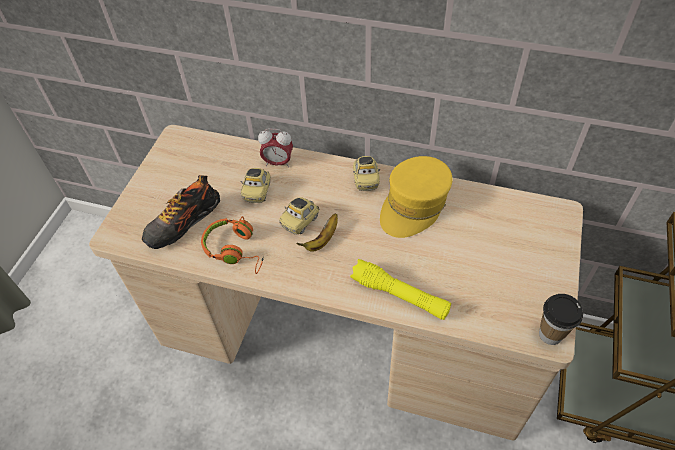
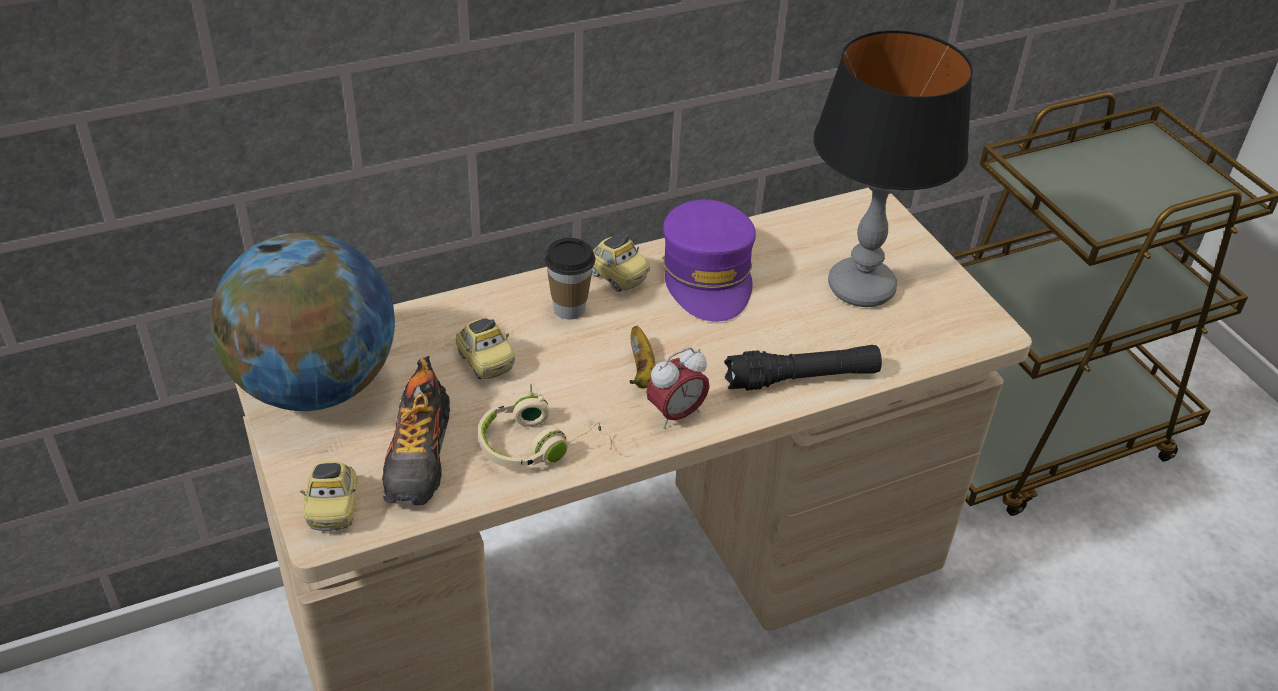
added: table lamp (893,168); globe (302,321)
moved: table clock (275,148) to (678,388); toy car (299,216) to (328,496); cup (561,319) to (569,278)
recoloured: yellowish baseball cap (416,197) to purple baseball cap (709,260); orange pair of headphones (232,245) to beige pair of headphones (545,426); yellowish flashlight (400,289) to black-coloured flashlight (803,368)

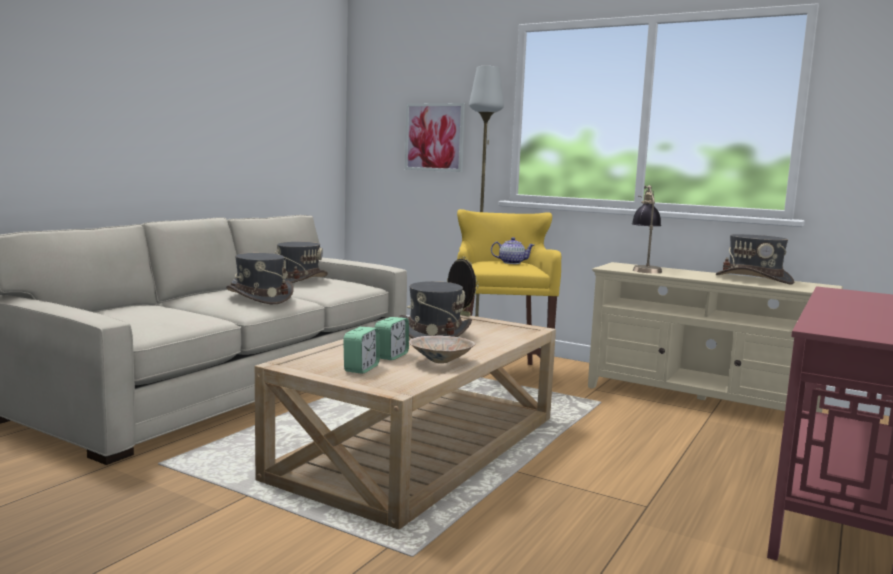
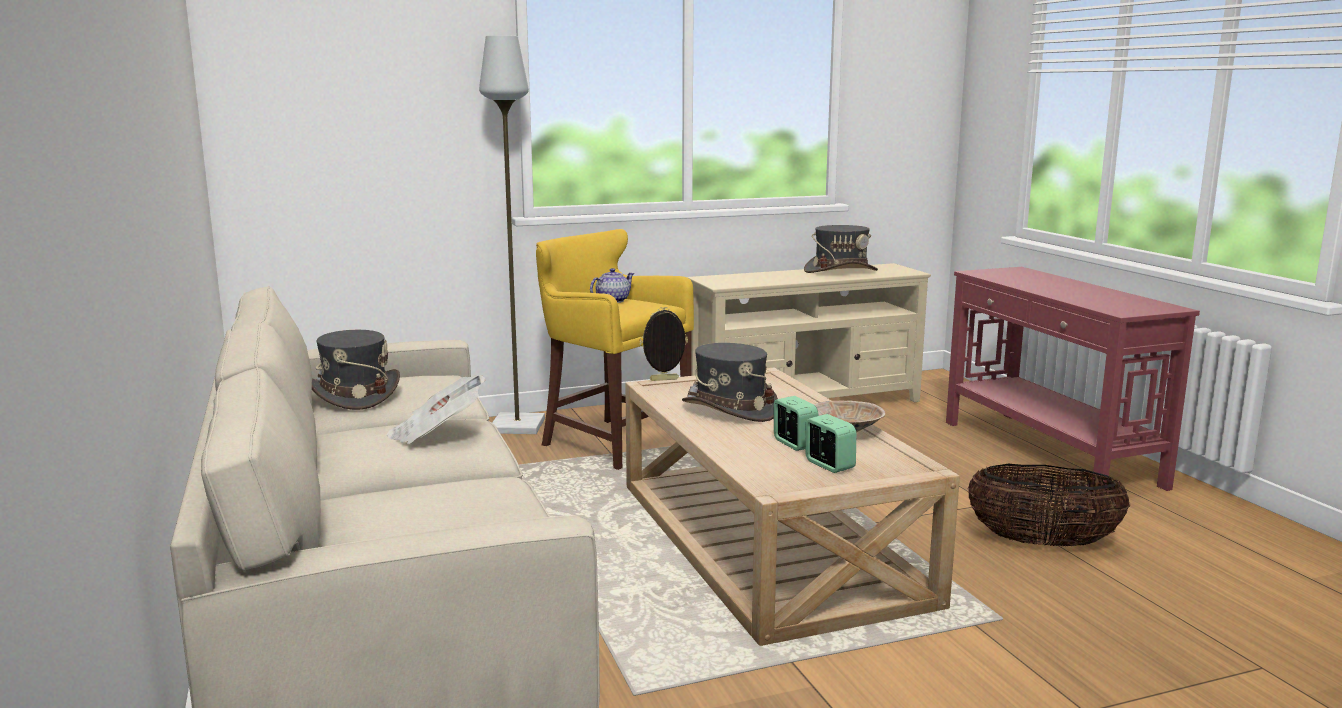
removed: picture (435,137); table lamp (647,229)
added: storage basket (1048,505)
replaced: greyish wearable hat (260,278) to printed paper (436,409)

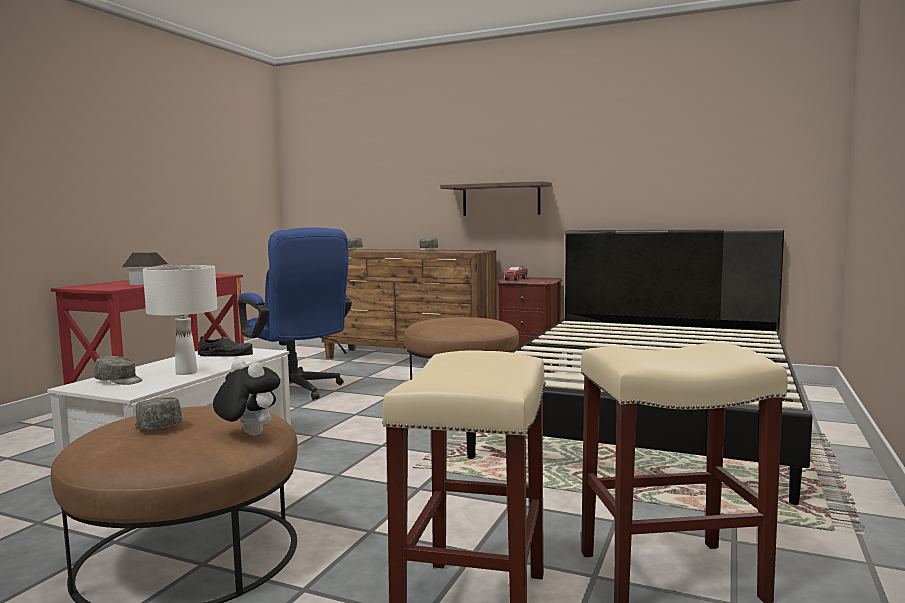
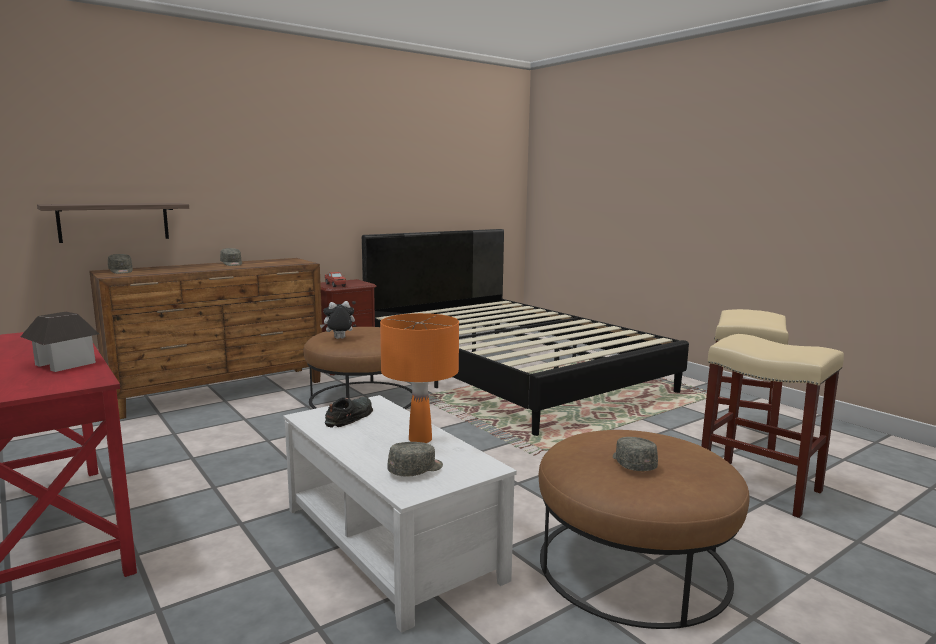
removed: blue-coloured desk chair (295,313)
moved: wall shelf (496,198) to (113,223); soft toy (246,397) to (337,320)
recoloured: whitish table lamp (180,320) to orange table lamp (419,378)
turned: greyish baseball cap (159,413) = (635,454) 90 degrees clockwise

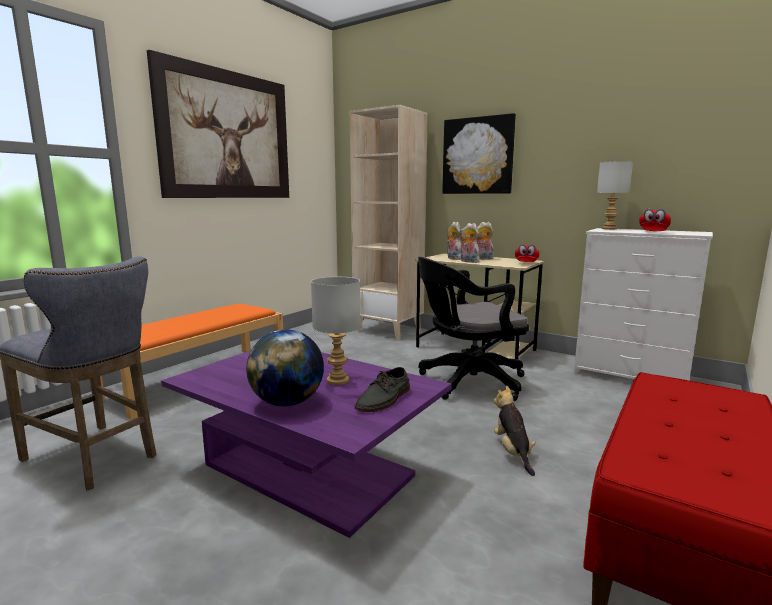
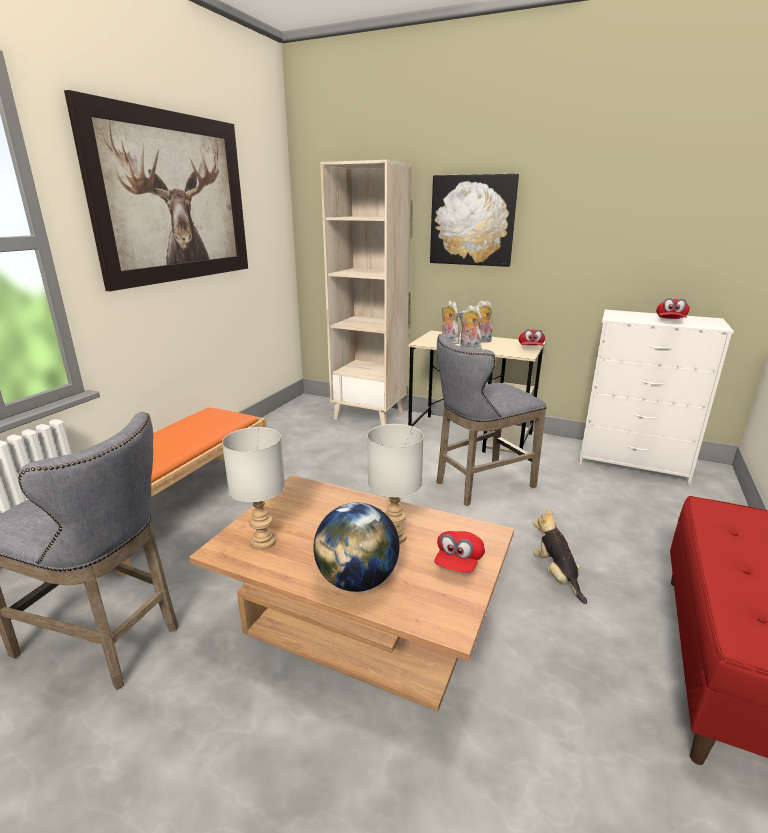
moved: greyish table lamp (615,195) to (253,488)
replaced: black-coloured desk chair (473,329) to greyish stool (492,419); greyish item of footwear (382,389) to reddish baseball cap (459,552)
recoloured: purple low table (306,444) to brown low table (351,593)

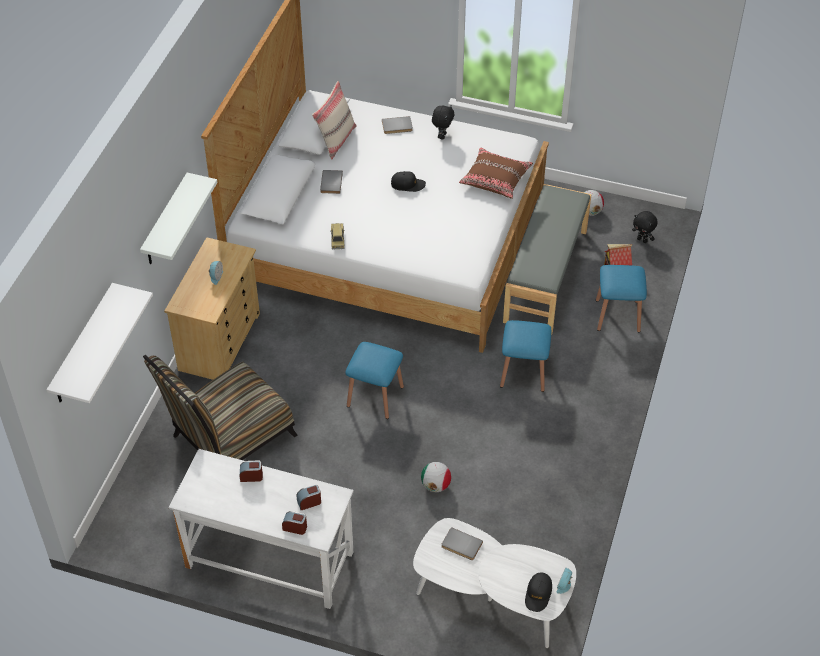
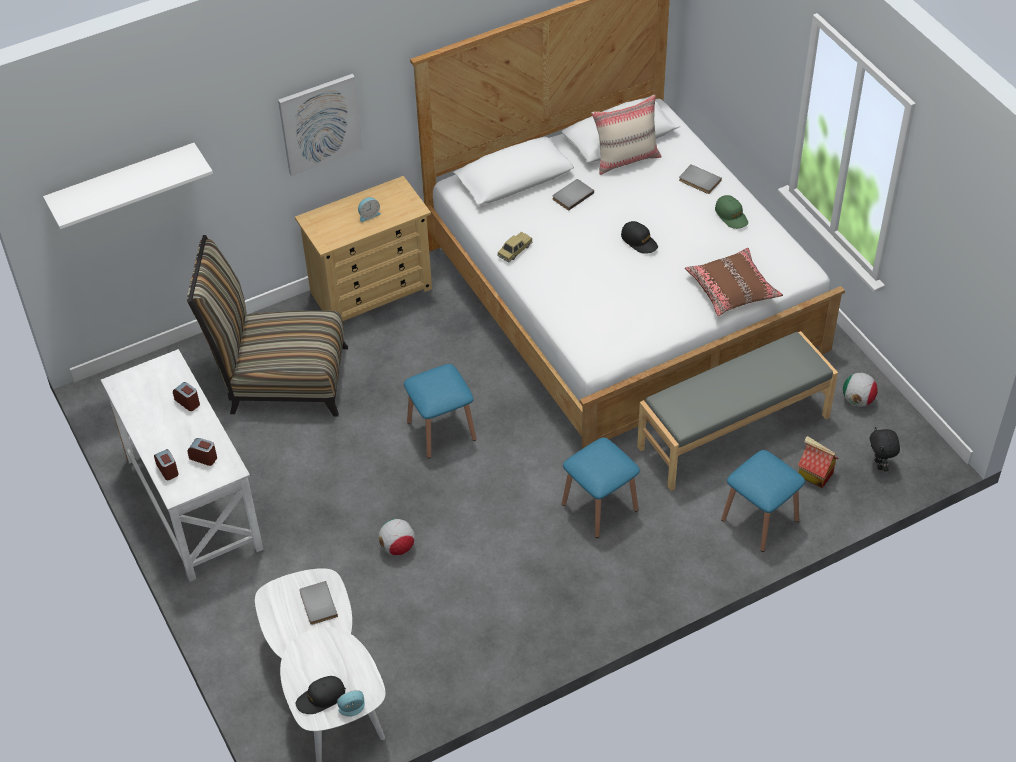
replaced: black-coloured soft toy (443,123) to green baseball cap (731,212); whitish wall shelf (178,218) to picture (320,125)

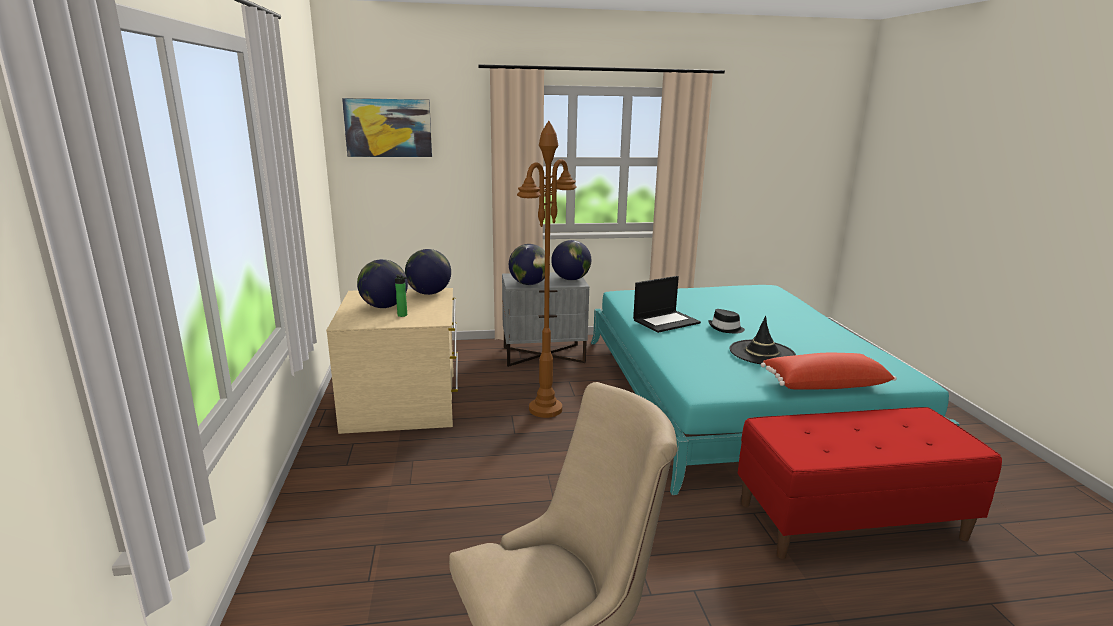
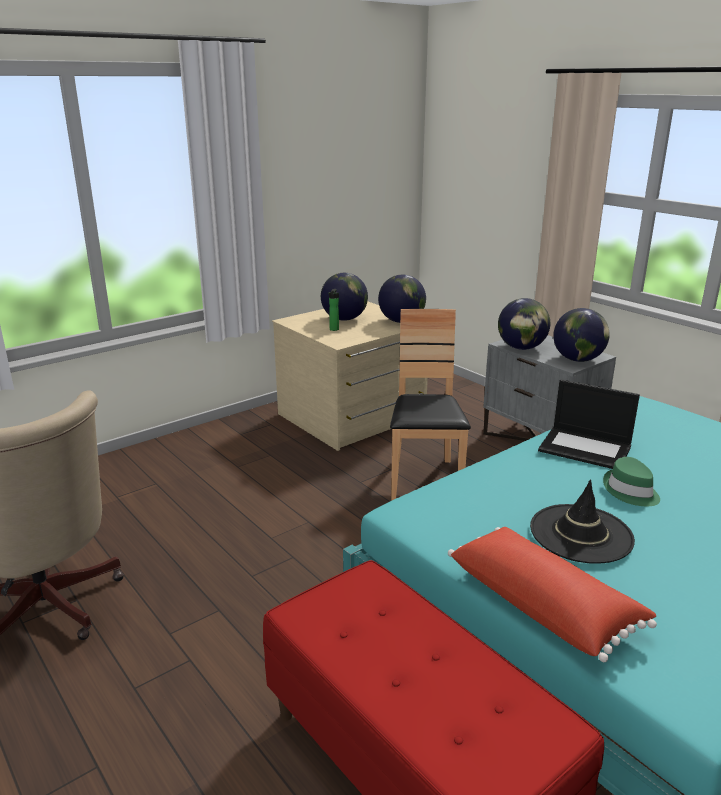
removed: picture (387,127)
replaced: brown floor lamp (547,269) to brown upright chair (430,405)
recoloured: black-coloured wearable hat (726,321) to green wearable hat (631,481)

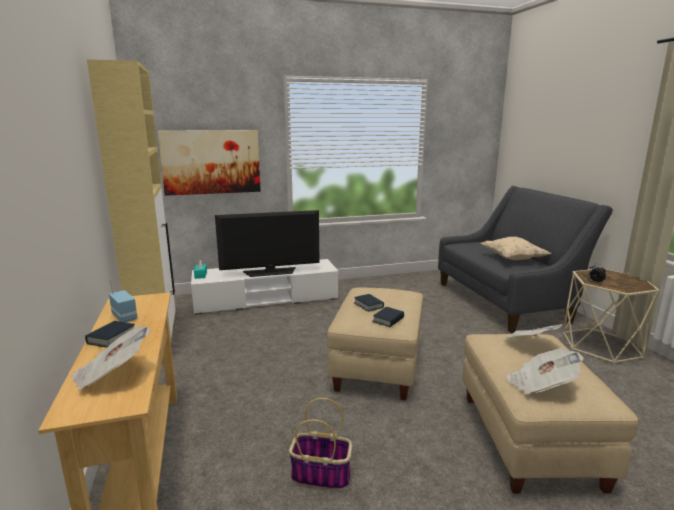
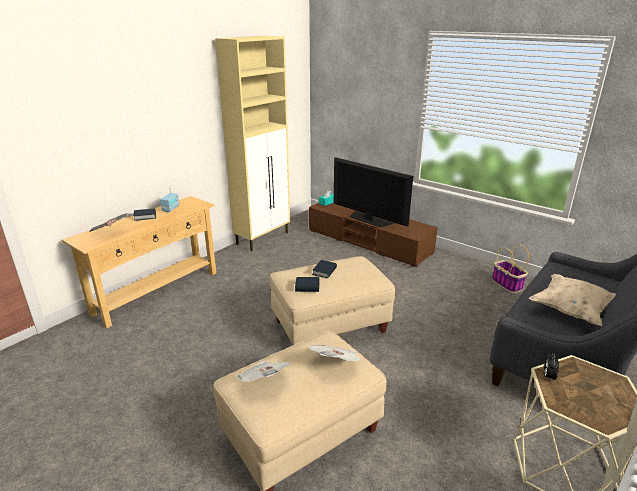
removed: picture (209,163)
moved: storage basket (320,444) to (510,268)
recoloured: whitish tv stand (264,287) to brown tv stand (373,235)

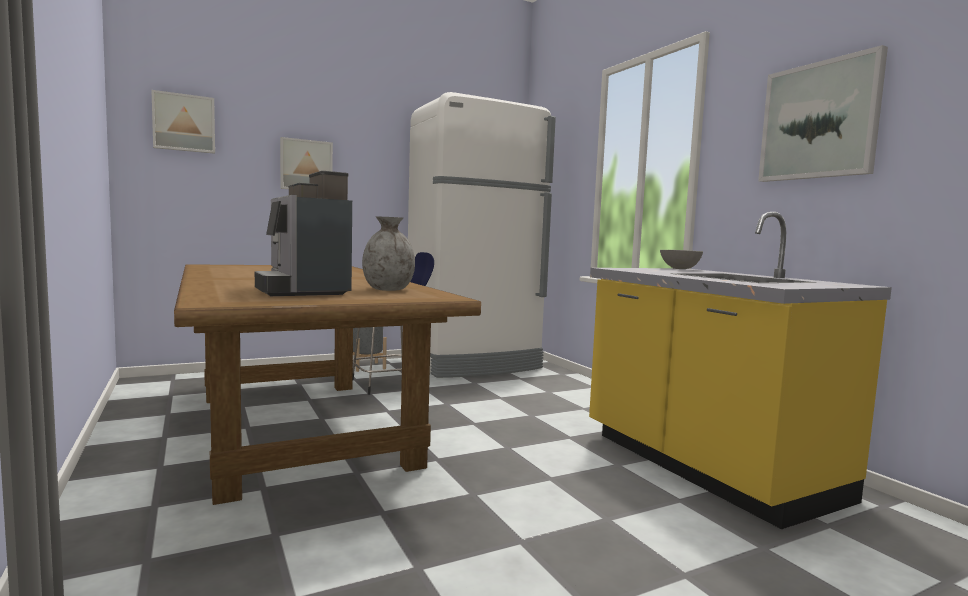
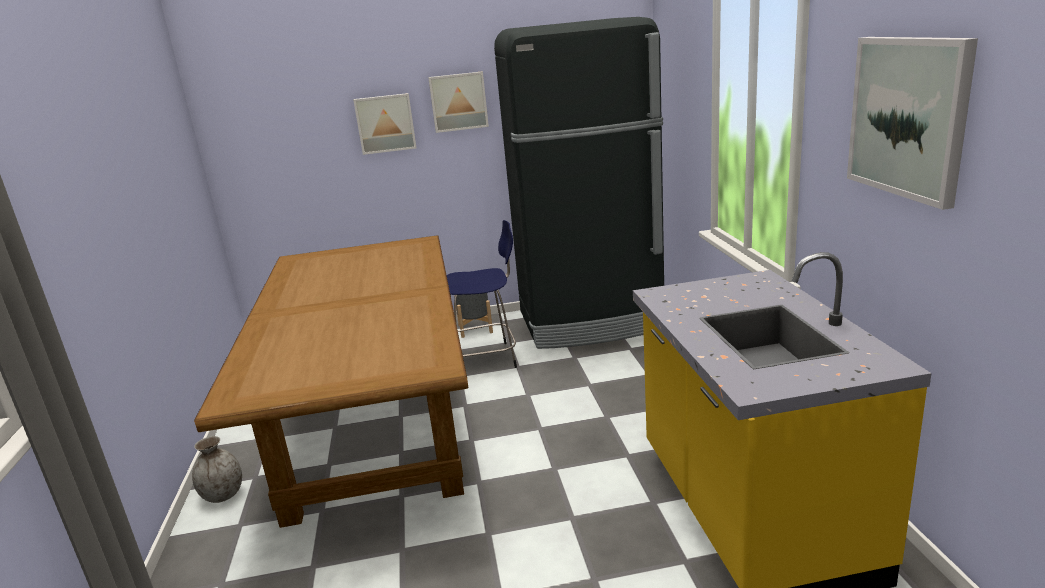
removed: coffee brewer (303,233); greyish bowl (681,259)
moved: picture (183,122) to (458,102); greyish vase (388,254) to (217,469)
recoloured: whitish kitchen fridge (482,235) to black-coloured kitchen fridge (579,183)

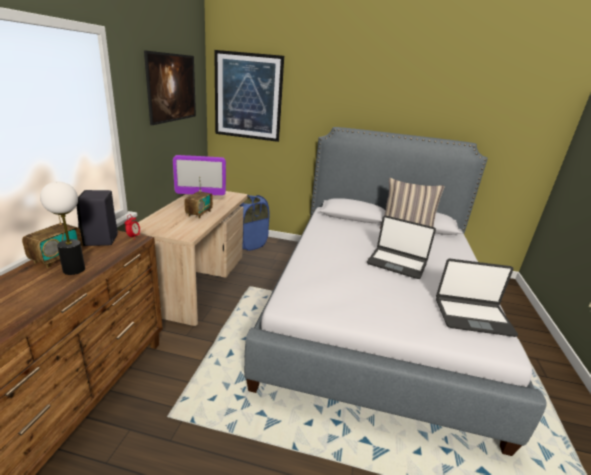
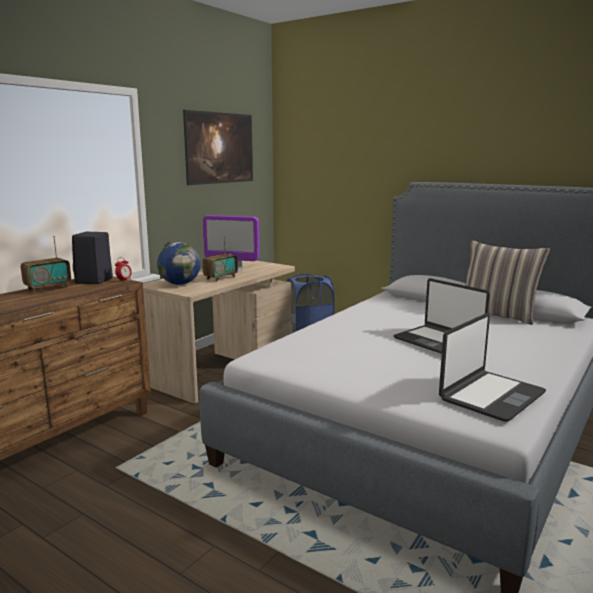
removed: picture (249,96); table lamp (62,228)
added: globe (179,263)
turned: portable computer (477,298) = (492,367) 75 degrees counterclockwise

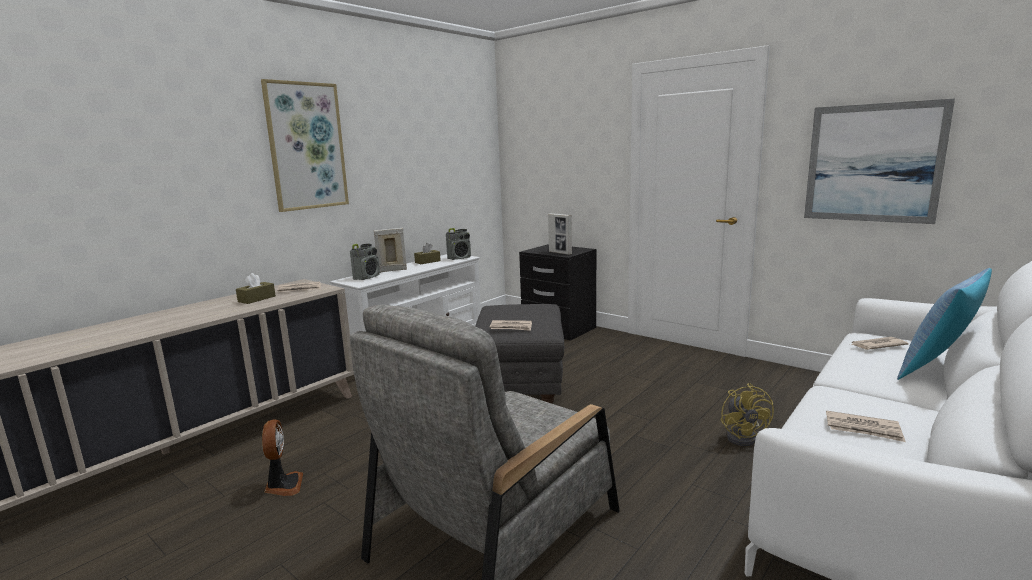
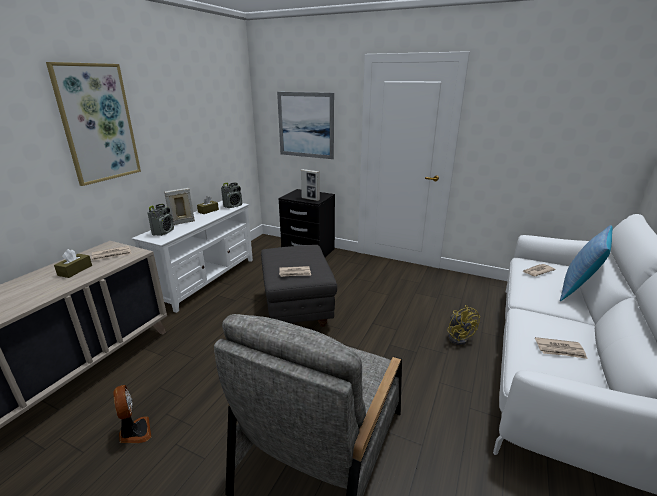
moved: picture (879,161) to (305,125)

